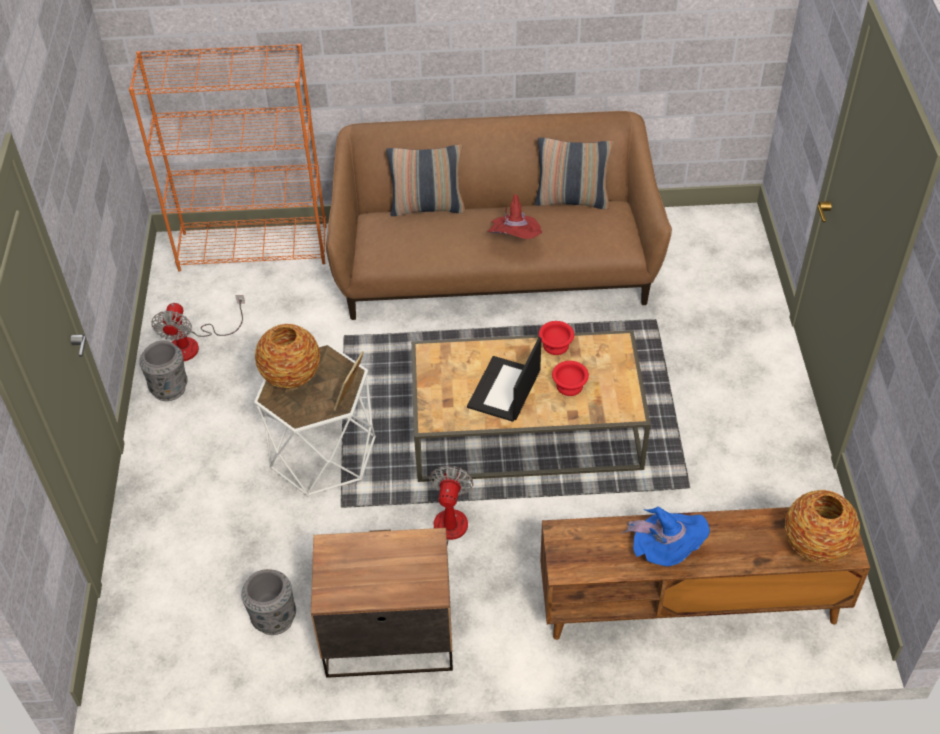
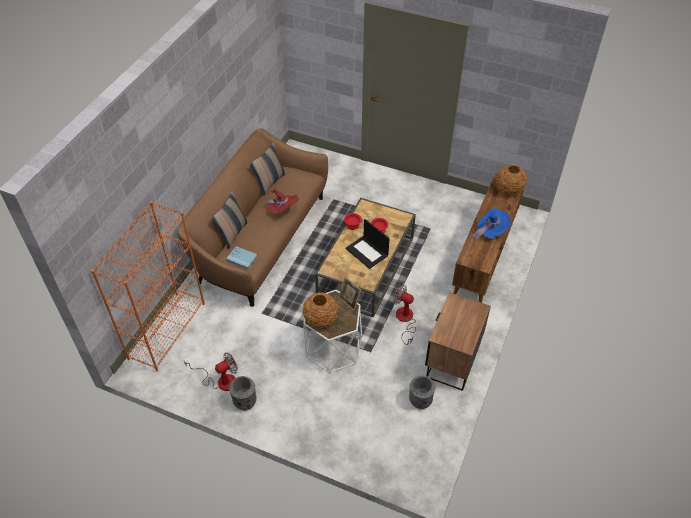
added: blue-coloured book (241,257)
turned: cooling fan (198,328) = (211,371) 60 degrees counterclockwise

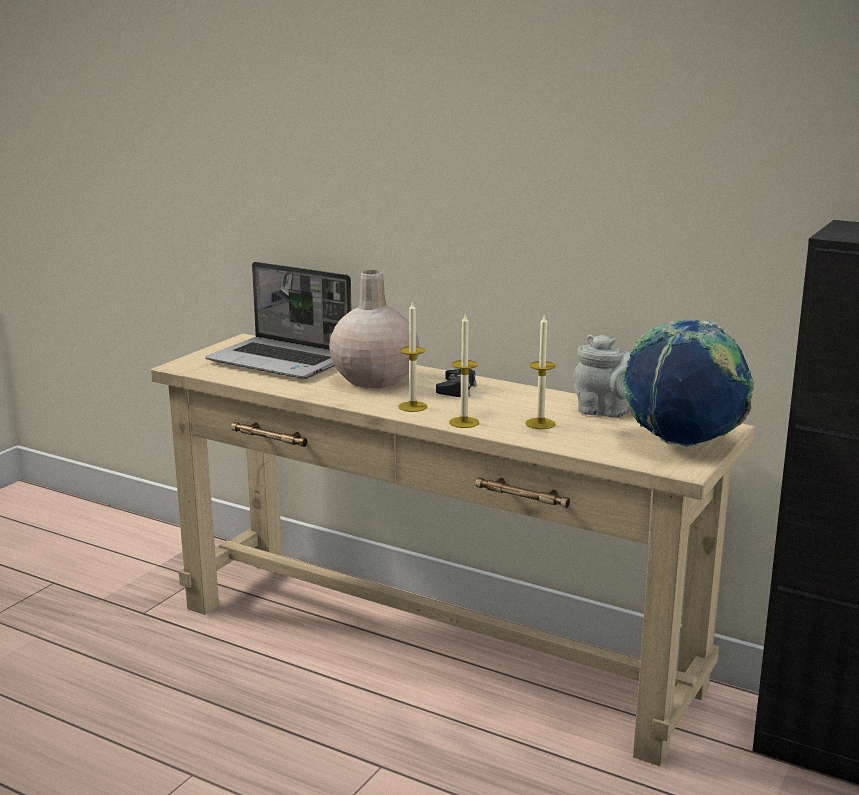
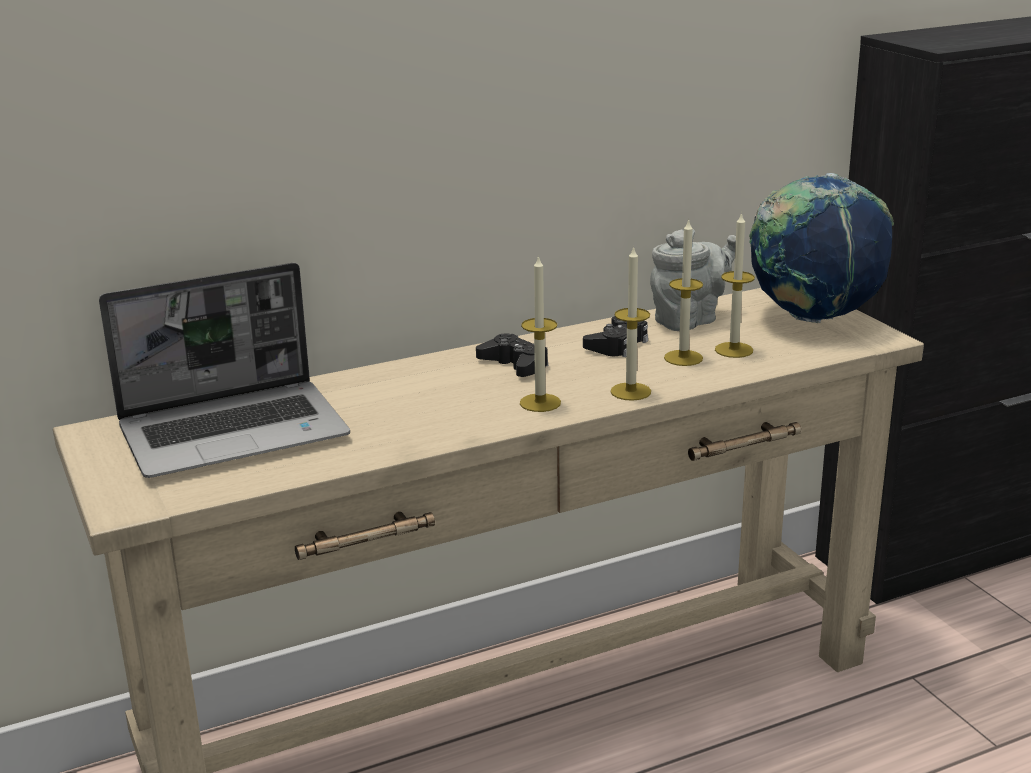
removed: beige vase (374,329)
added: wax light (735,285); black-coloured joypad (615,336)

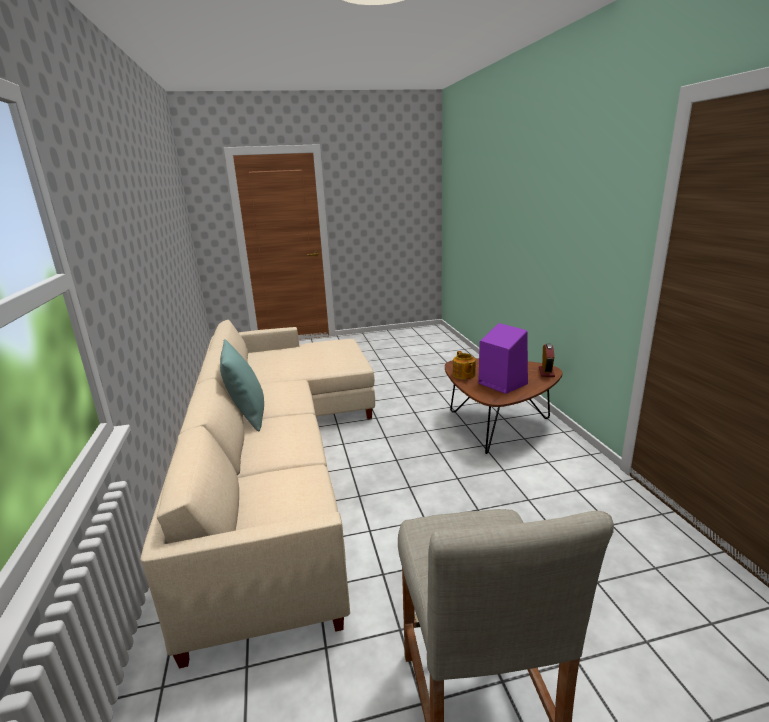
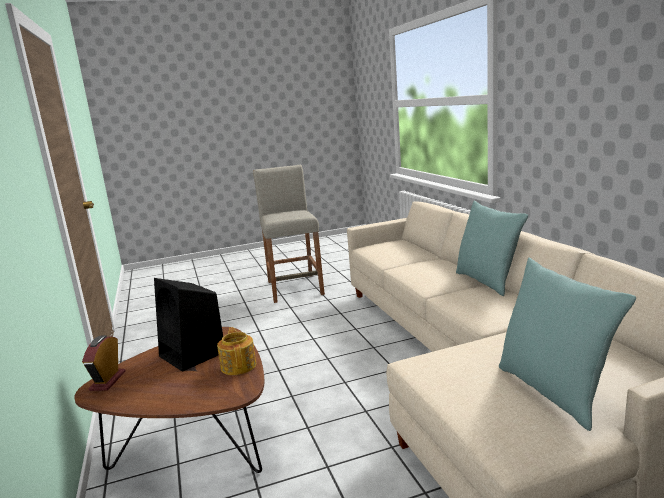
added: blue-green cushion (567,344)
recoloured: purple audio speaker (503,358) to black-coloured audio speaker (188,325)

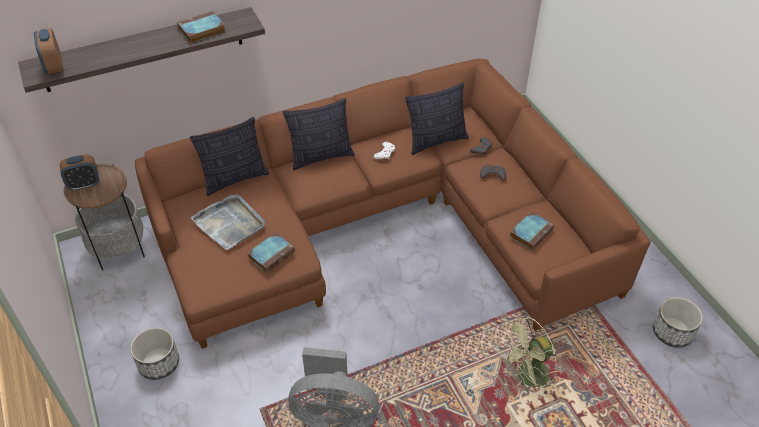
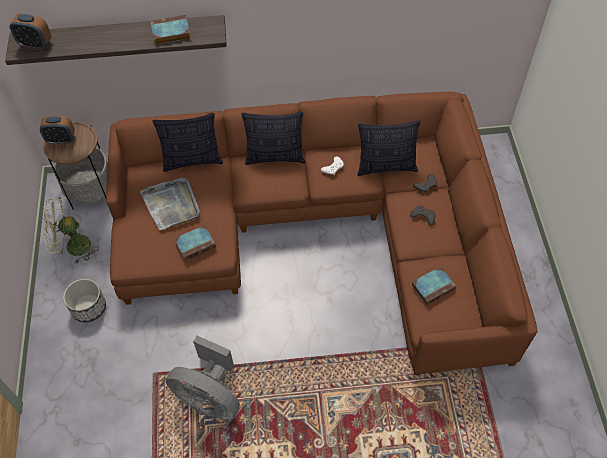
removed: plant pot (678,322)
moved: green cooling fan (529,356) to (71,230)
turned: table clock (48,51) = (30,32) 75 degrees counterclockwise

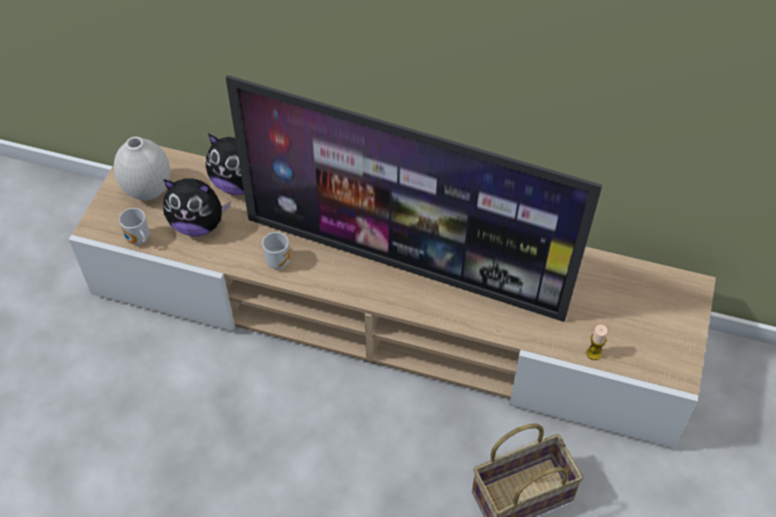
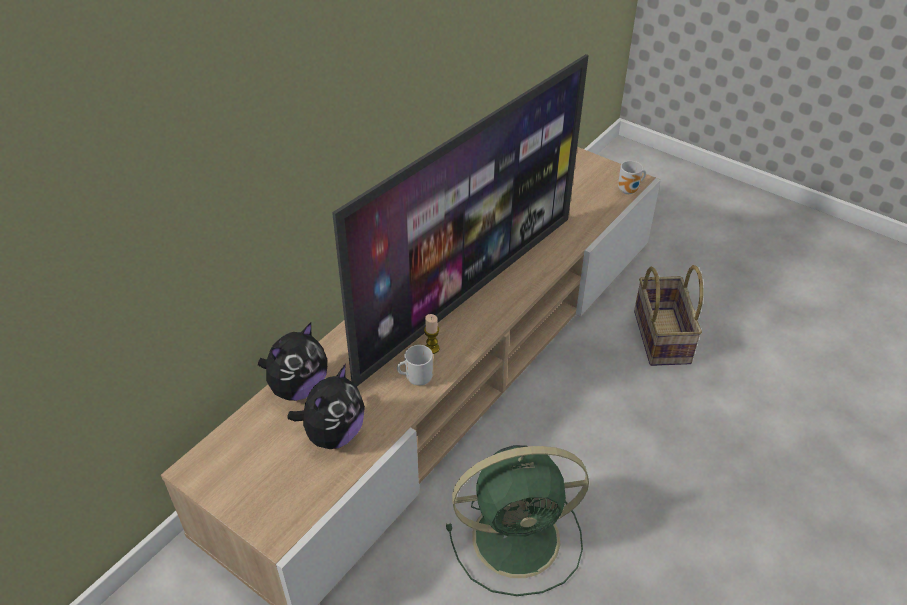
removed: whitish vase (142,169)
added: green cooling fan (517,520)
moved: tea mug (134,226) to (632,177); wax light (597,342) to (431,334)

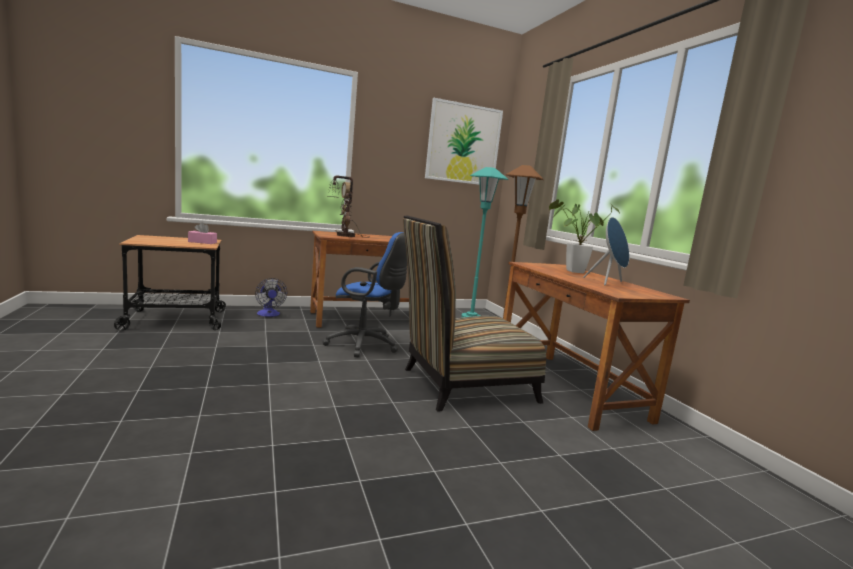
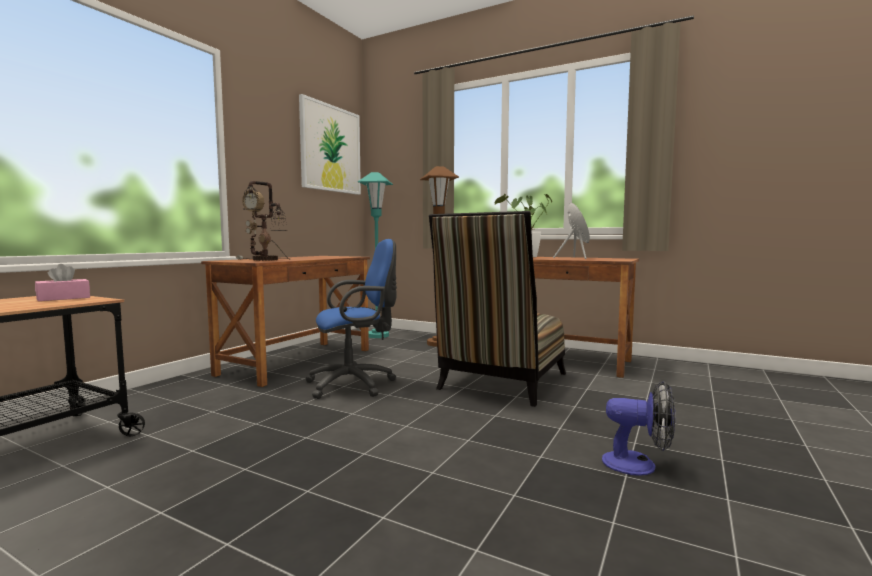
moved: cooling fan (271,297) to (638,428)

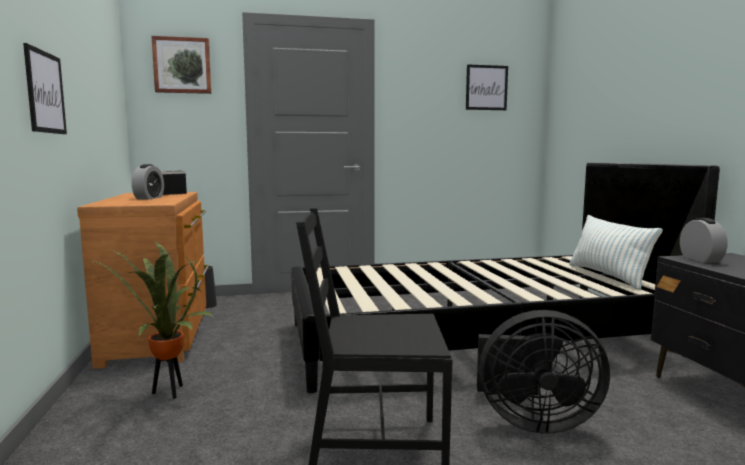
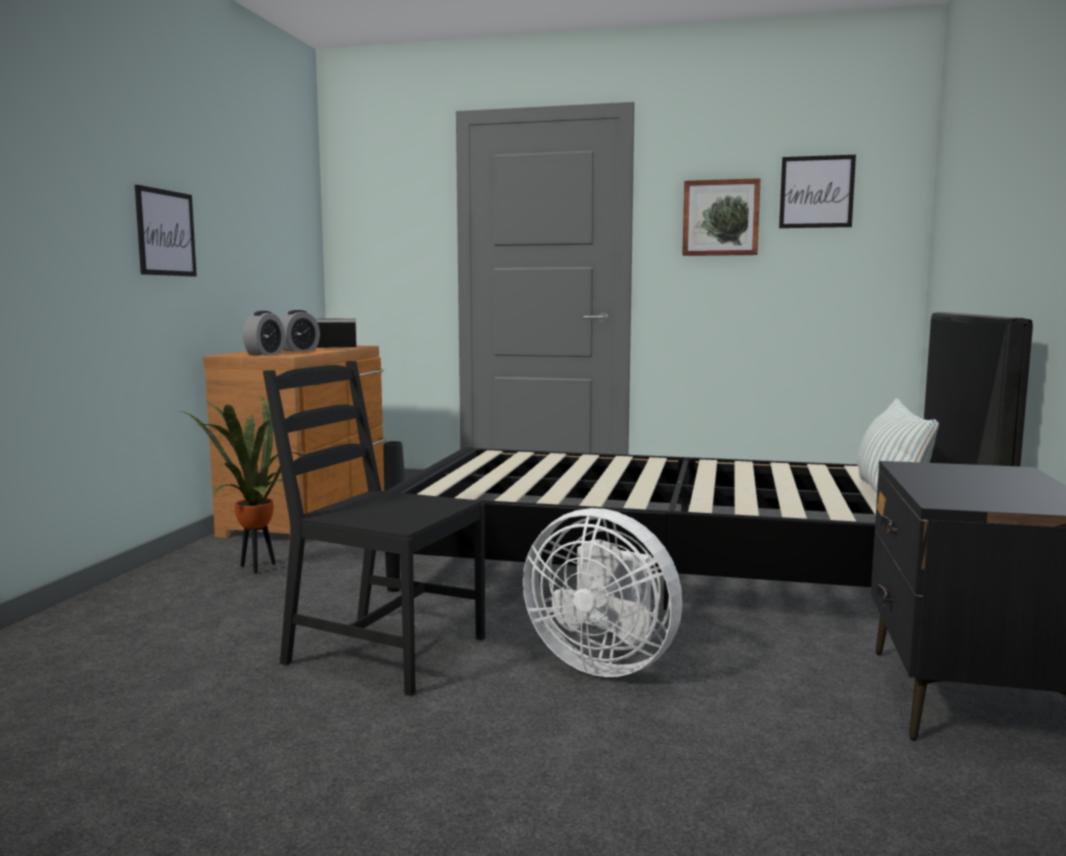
moved: picture (181,65) to (721,217); table clock (703,240) to (264,333)
recoloured: black-coloured cooling fan (543,372) to whitish cooling fan (602,592)

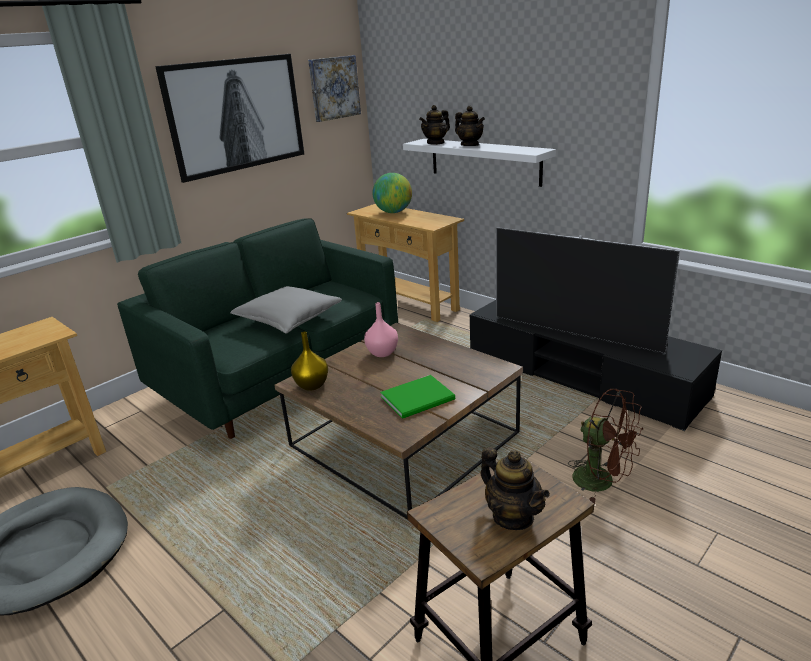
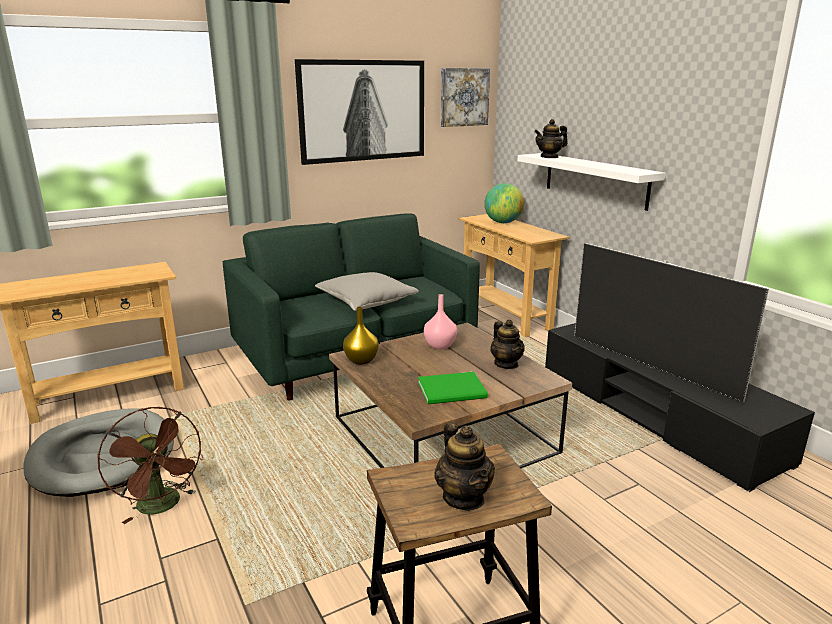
moved: pot for tea (470,126) to (507,344); brown cooling fan (605,446) to (150,465)

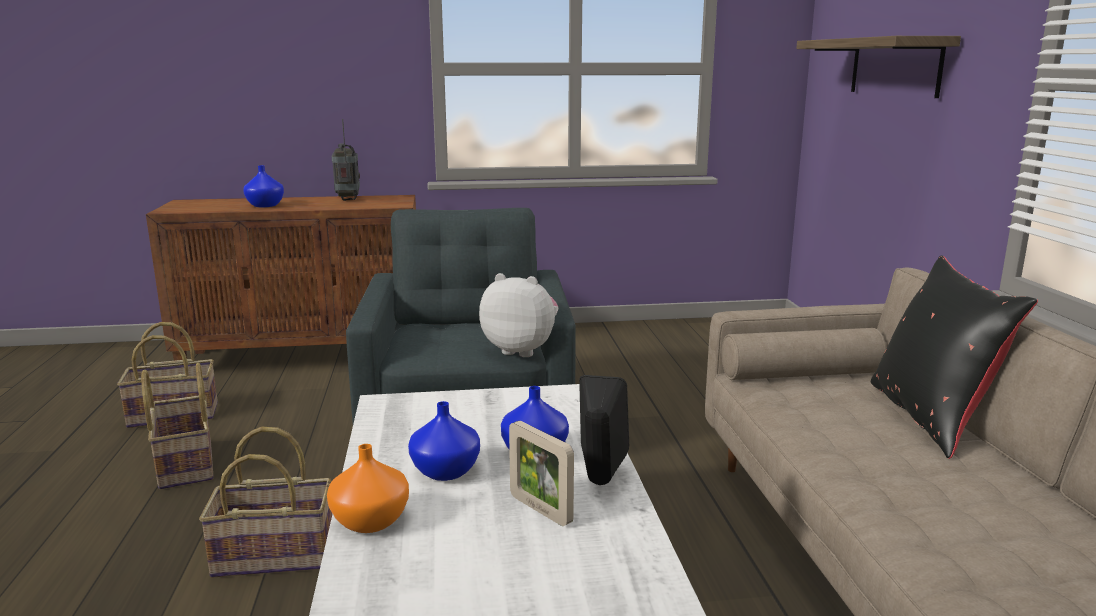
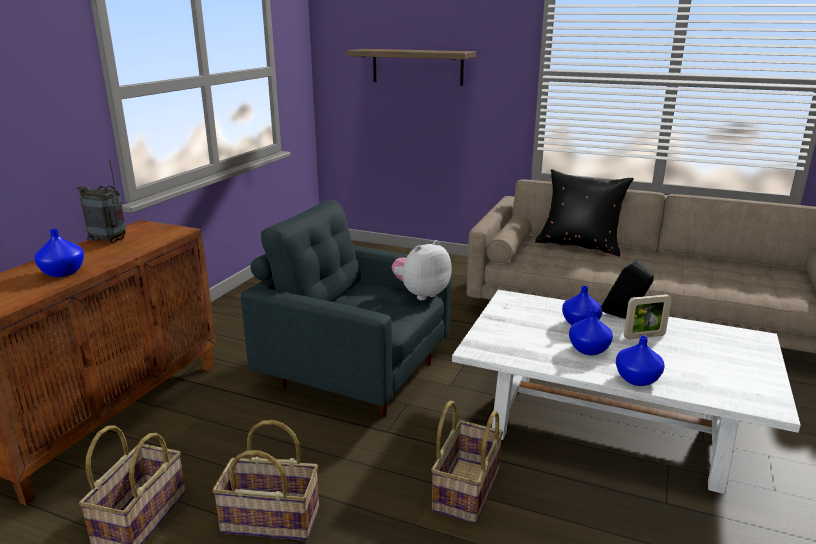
recoloured: orange vase (368,488) to blue-coloured vase (640,361)

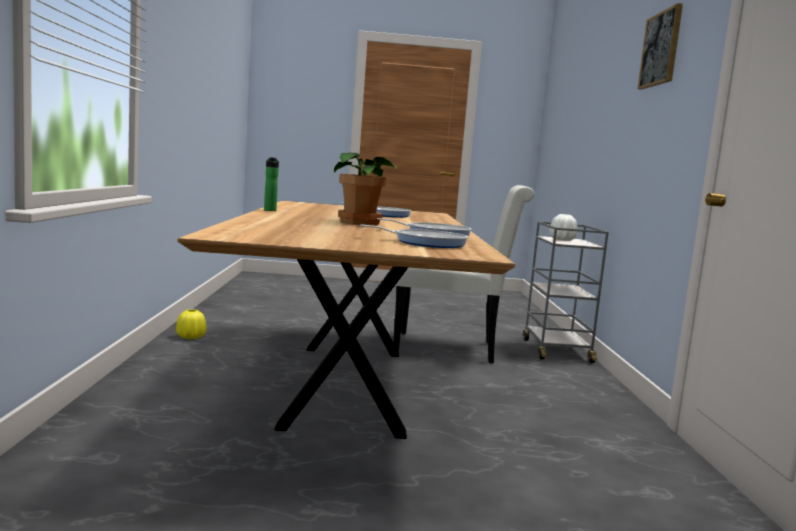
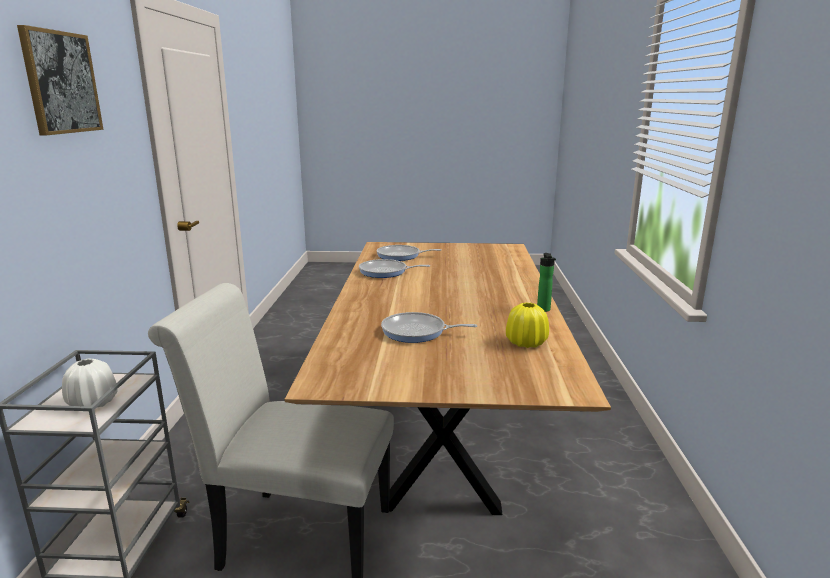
removed: houseplant (365,189)
moved: yellowish vase (191,324) to (527,325)

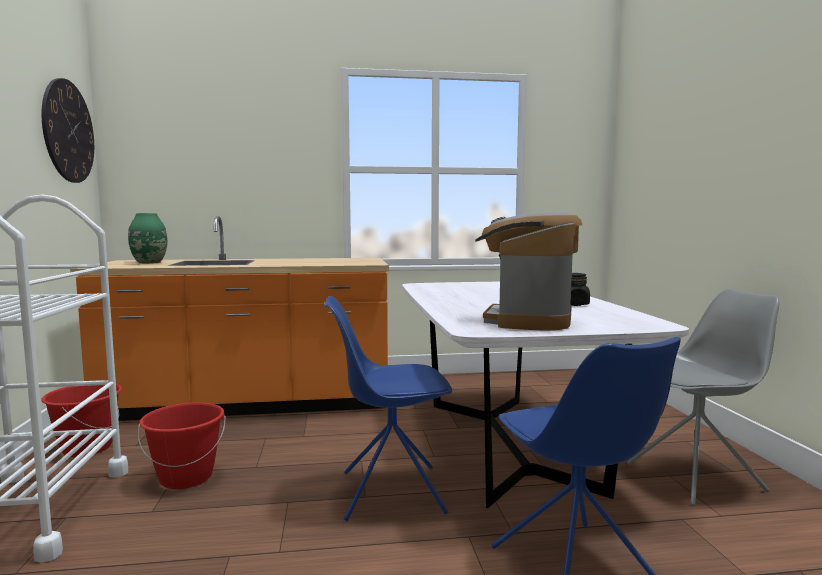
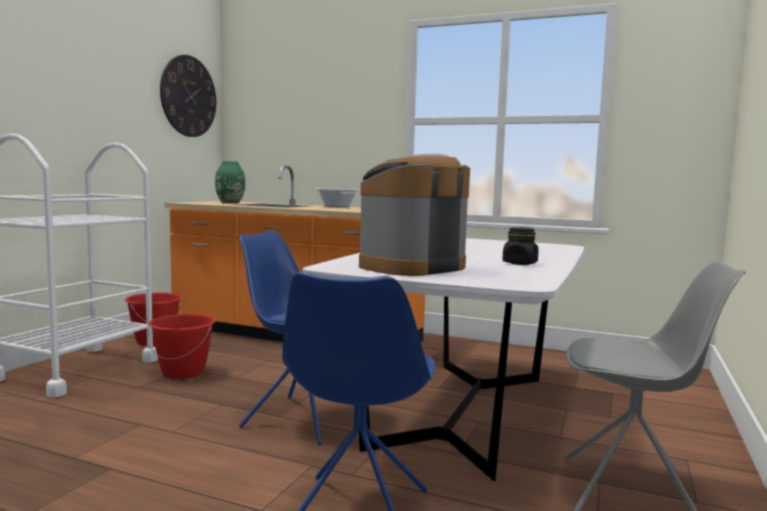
added: cooking pot (338,198)

